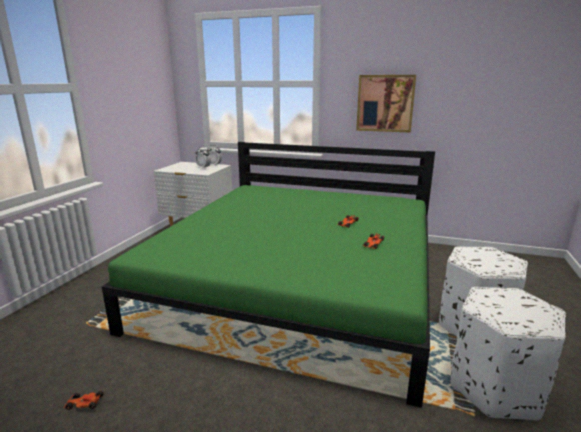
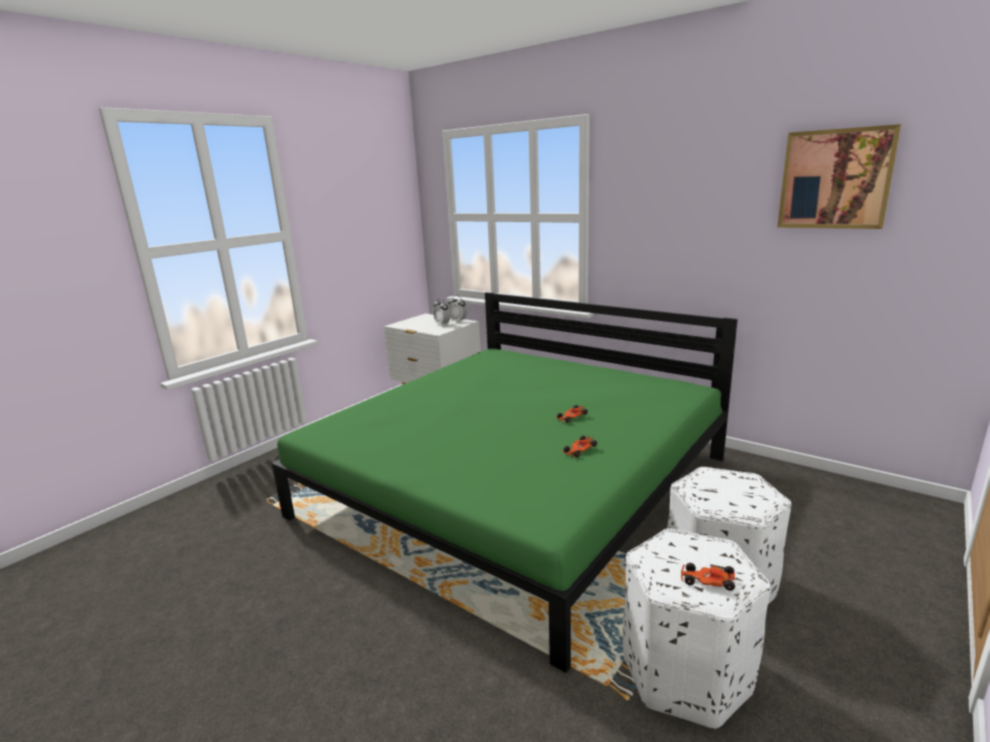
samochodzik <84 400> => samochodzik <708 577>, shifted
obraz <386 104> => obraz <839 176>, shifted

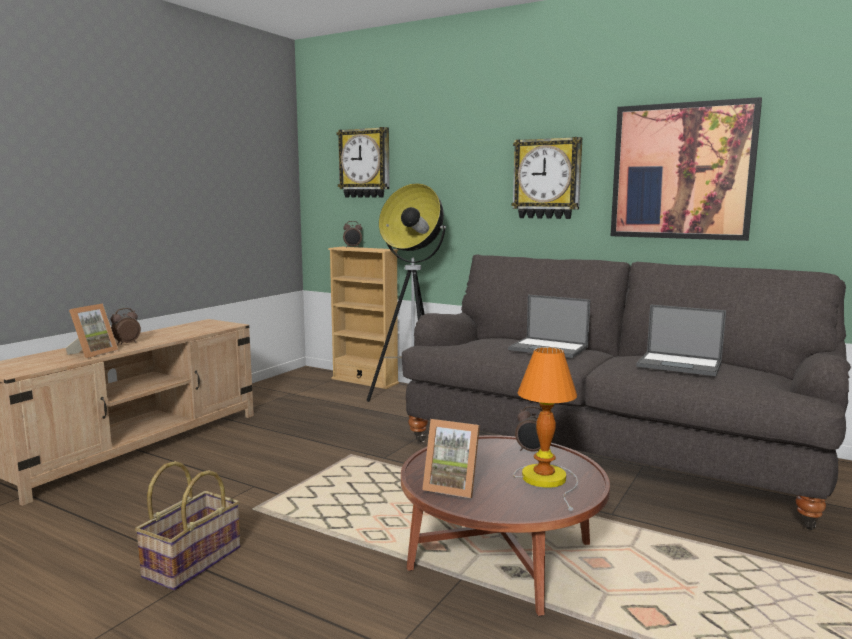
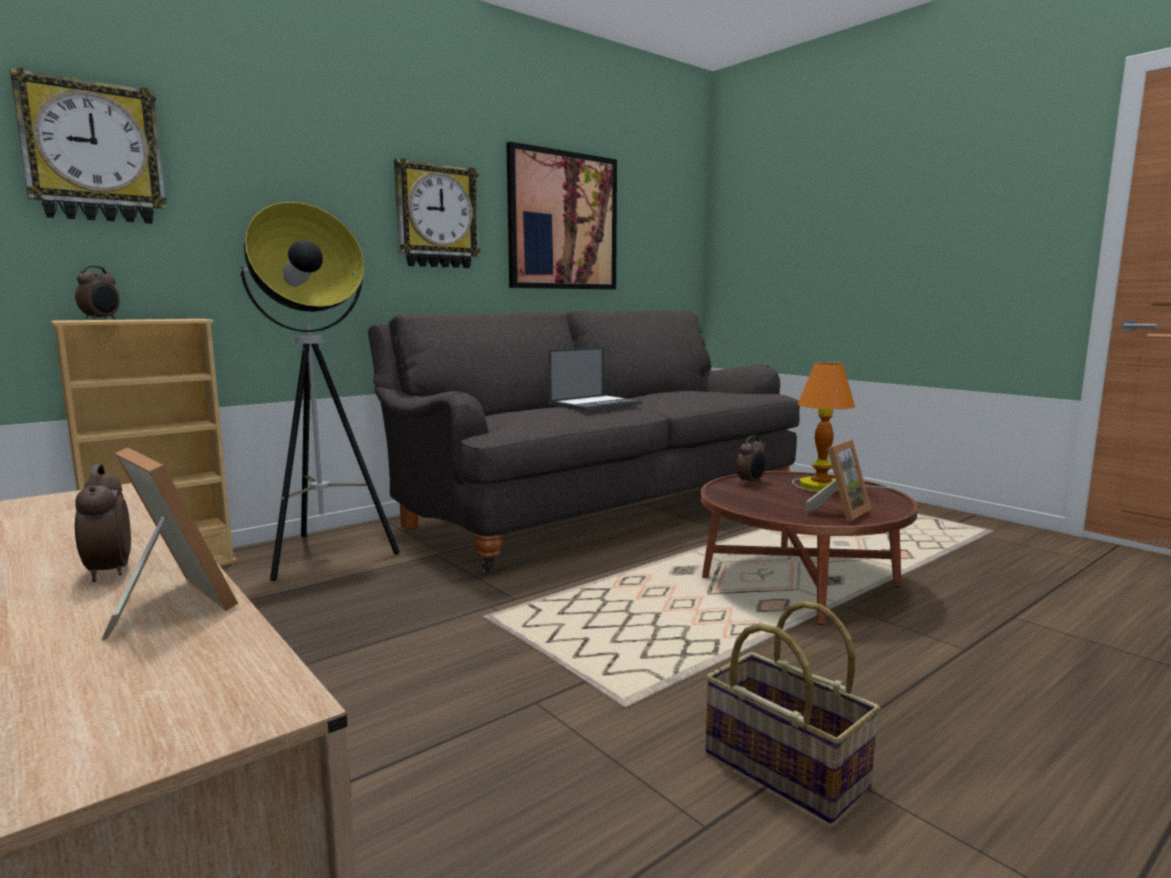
laptop <681 340> => nothing

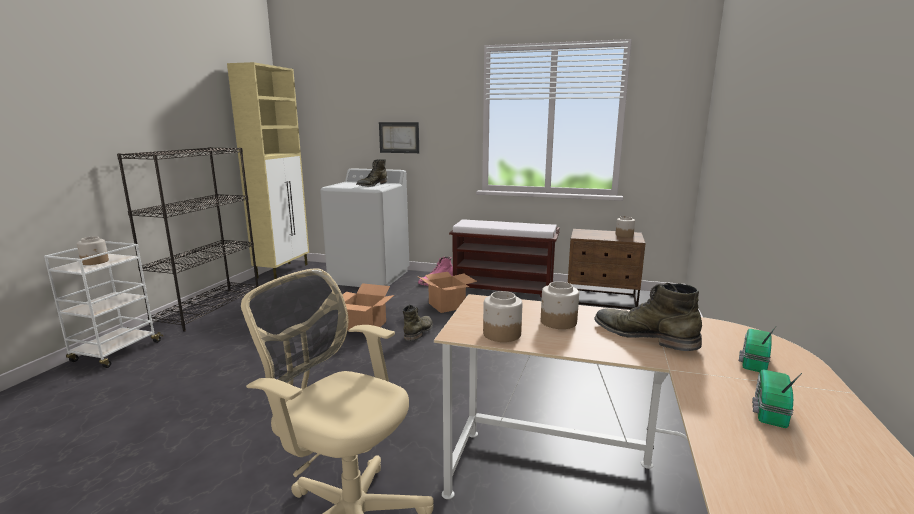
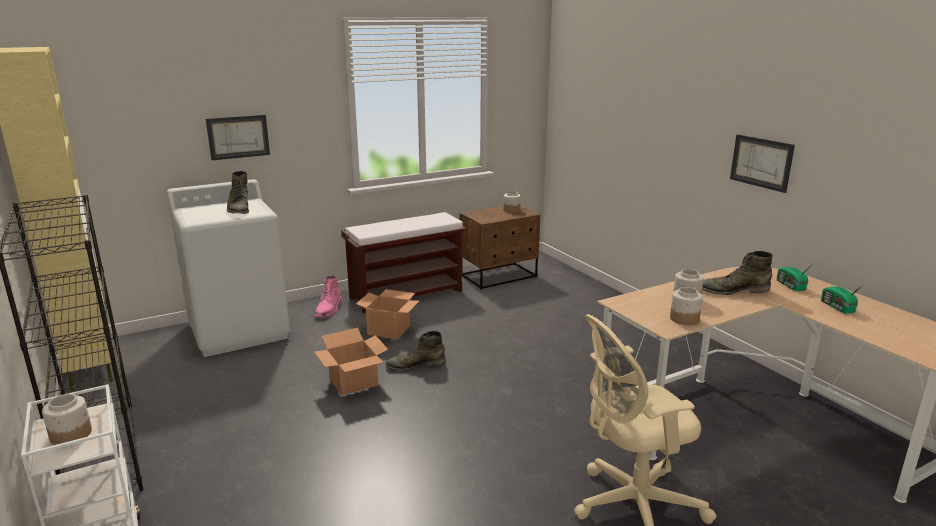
nothing => obraz <762 163>
but z cholewką [zielony] <418 323> => but z cholewką [zielony] <415 351>, 75 degrees counterclockwise

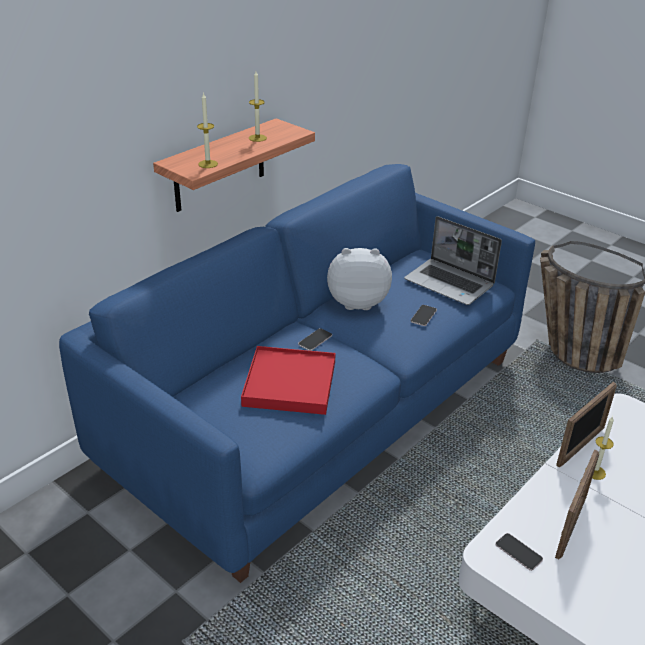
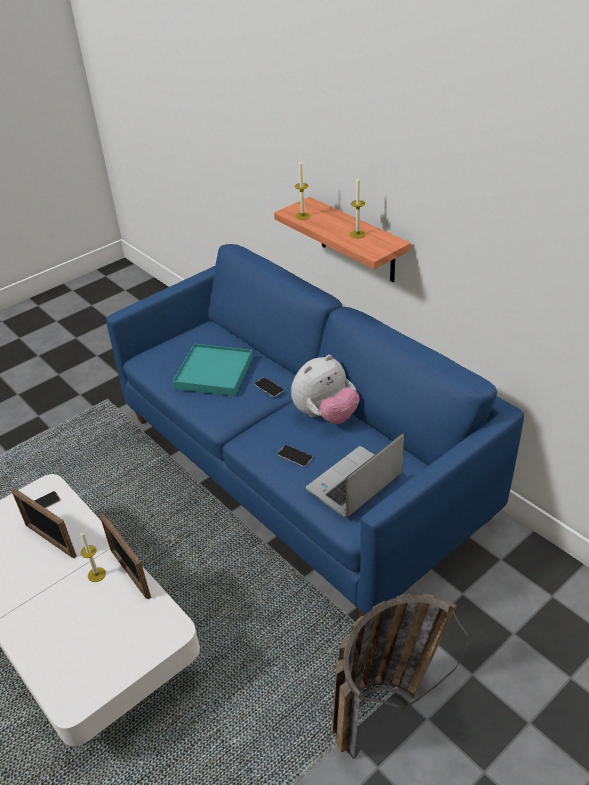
taca [czerwony] <288 380> => taca [turkusowy] <213 370>
pluszak <359 279> => pluszak <325 389>, 45 degrees clockwise

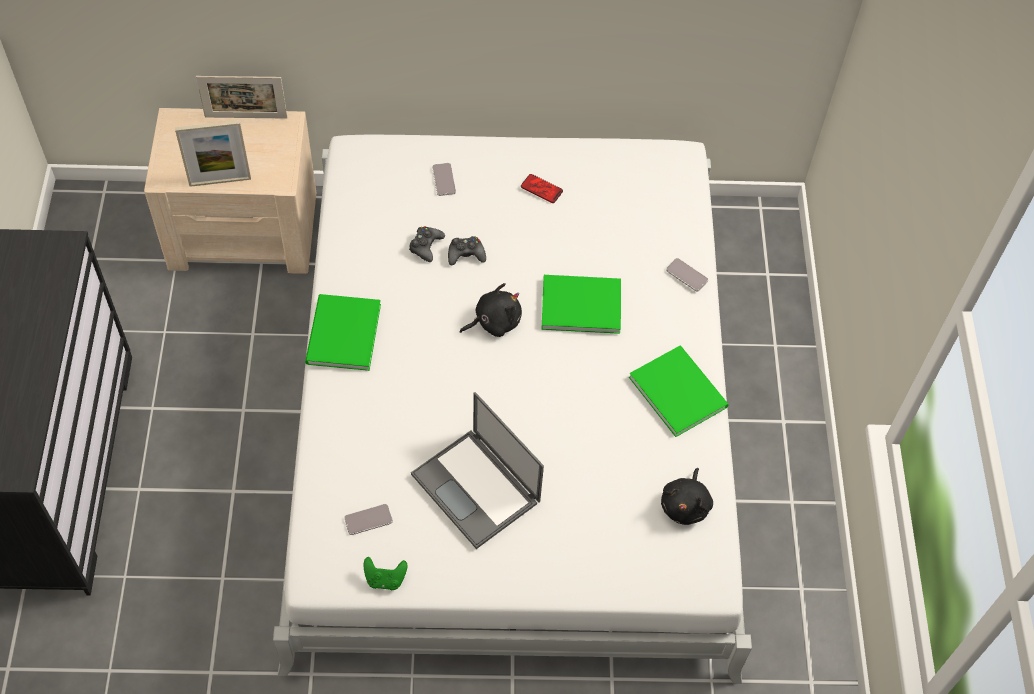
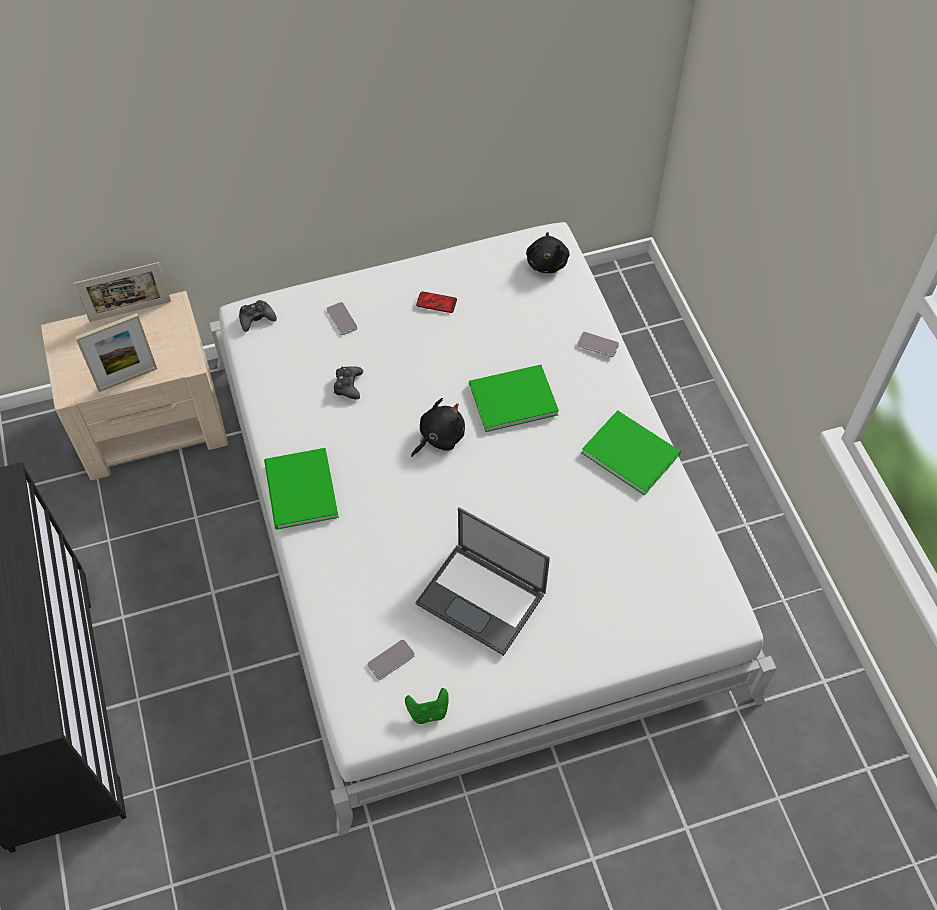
pad do gier [czarny] <467 250> => pad do gier [czarny] <258 316>, shifted
pluszak [czarny] <687 496> => pluszak [czarny] <548 252>, shifted

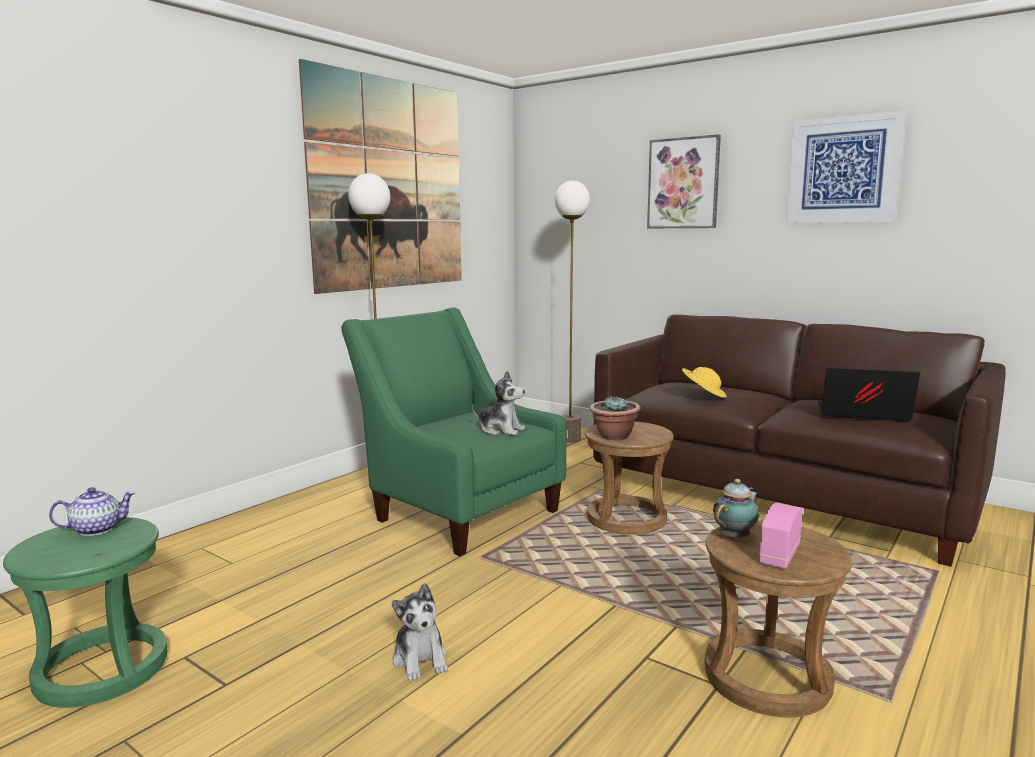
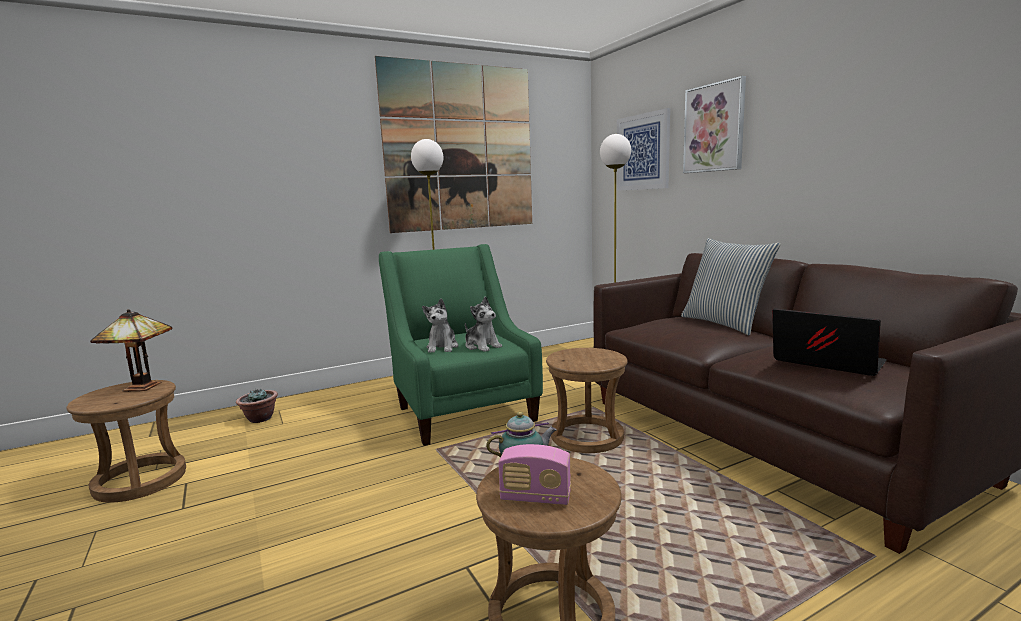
kapelusz [żółty] <704 382> => nothing
nothing => poduszka <731 287>
pluszak <420 632> => pluszak <440 326>, shifted
roślina doniczkowa <615 418> => roślina doniczkowa <257 405>, shifted
obraz <846 167> => obraz <643 149>, shifted
imbryk <92 511> => lampa stołowa <131 350>
stołek [zielony] <85 612> => stołek [brązowy] <126 441>
radio <781 536> => radio <534 474>, 135 degrees counterclockwise

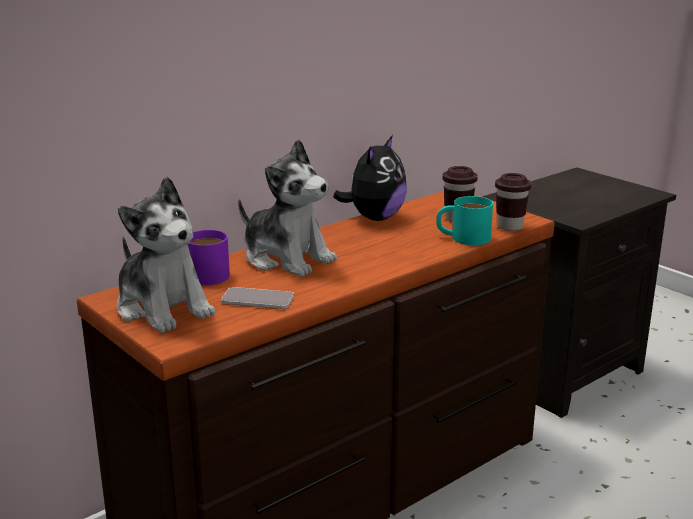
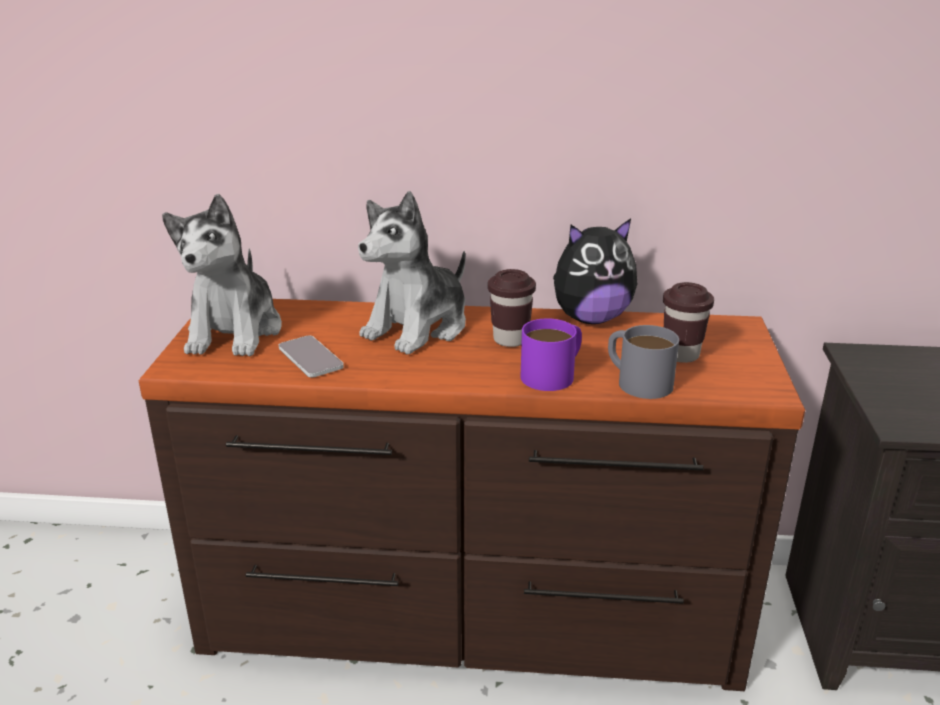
kubek [fioletowy] <208 257> => kubek [fioletowy] <551 354>, shifted
filiżanka [brązowy] <513 202> => filiżanka [brązowy] <512 308>, shifted
kubek [turkusowy] <464 220> => kubek [szary] <643 362>
pluszak <287 208> => pluszak <412 273>, 45 degrees clockwise

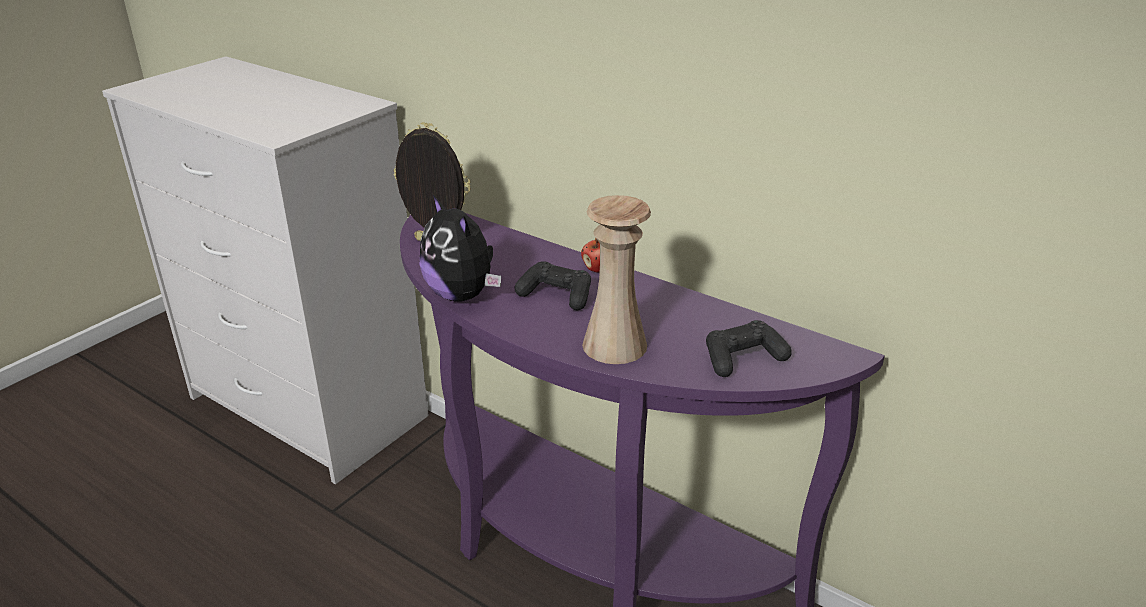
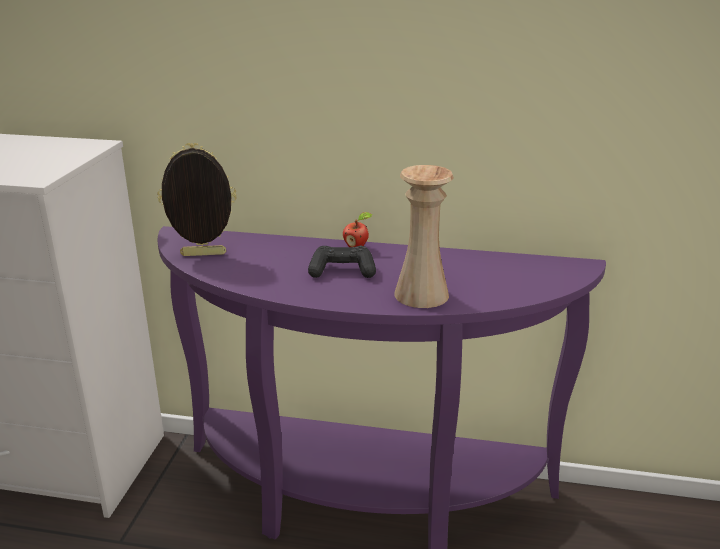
pluszak <460 248> => nothing
pad do gier [czarny] <749 348> => nothing

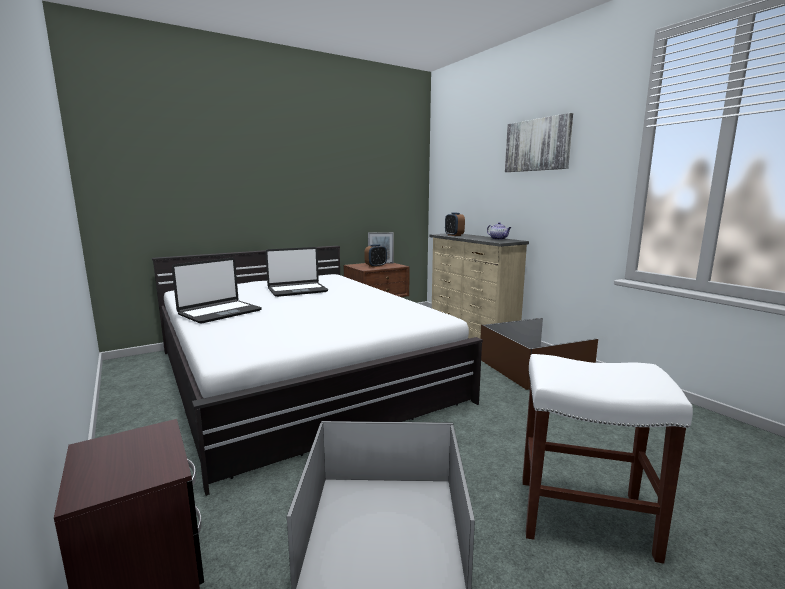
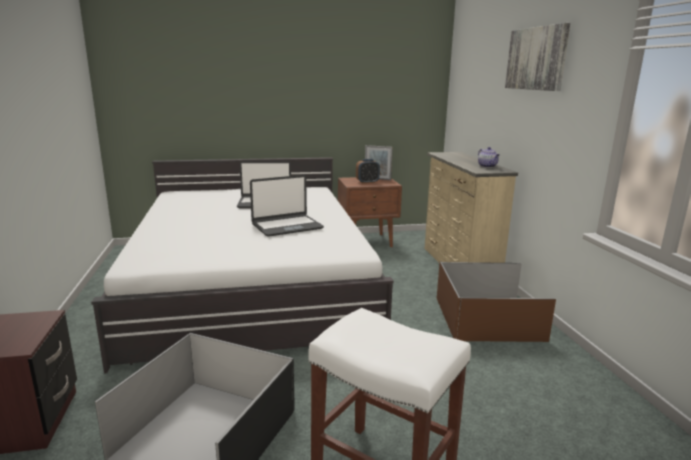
budzik <455 224> => nothing
laptop <217 291> => laptop <287 206>, shifted

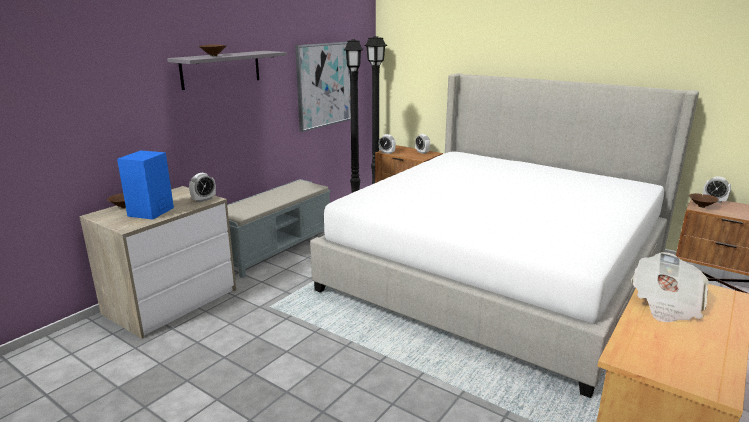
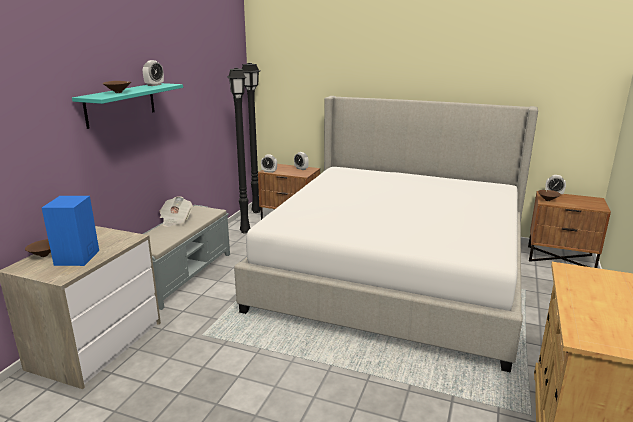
obraz <323 87> => nothing
budzik <202 187> => budzik <153 73>, shifted
gazeta <670 287> => gazeta <176 211>, shifted
półka [szary] <227 70> => półka [turkusowy] <127 106>

